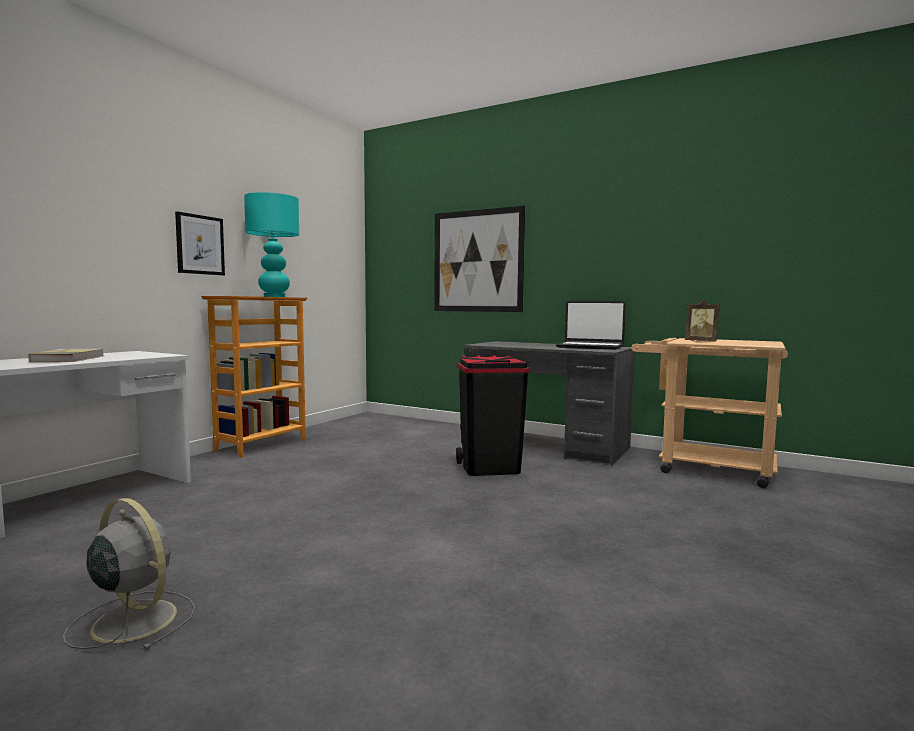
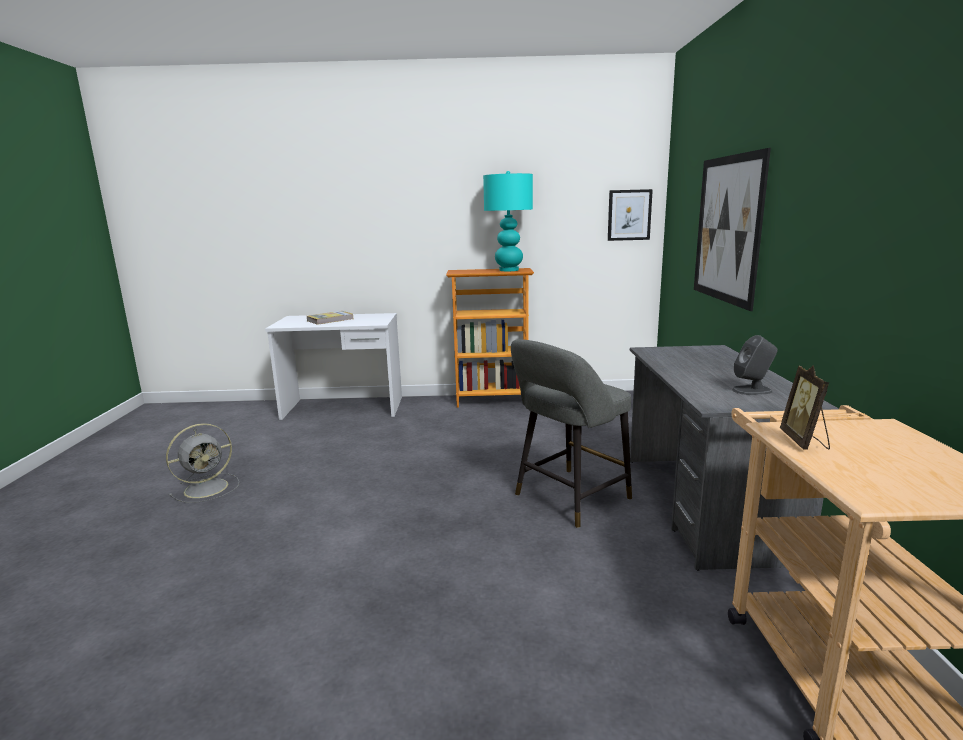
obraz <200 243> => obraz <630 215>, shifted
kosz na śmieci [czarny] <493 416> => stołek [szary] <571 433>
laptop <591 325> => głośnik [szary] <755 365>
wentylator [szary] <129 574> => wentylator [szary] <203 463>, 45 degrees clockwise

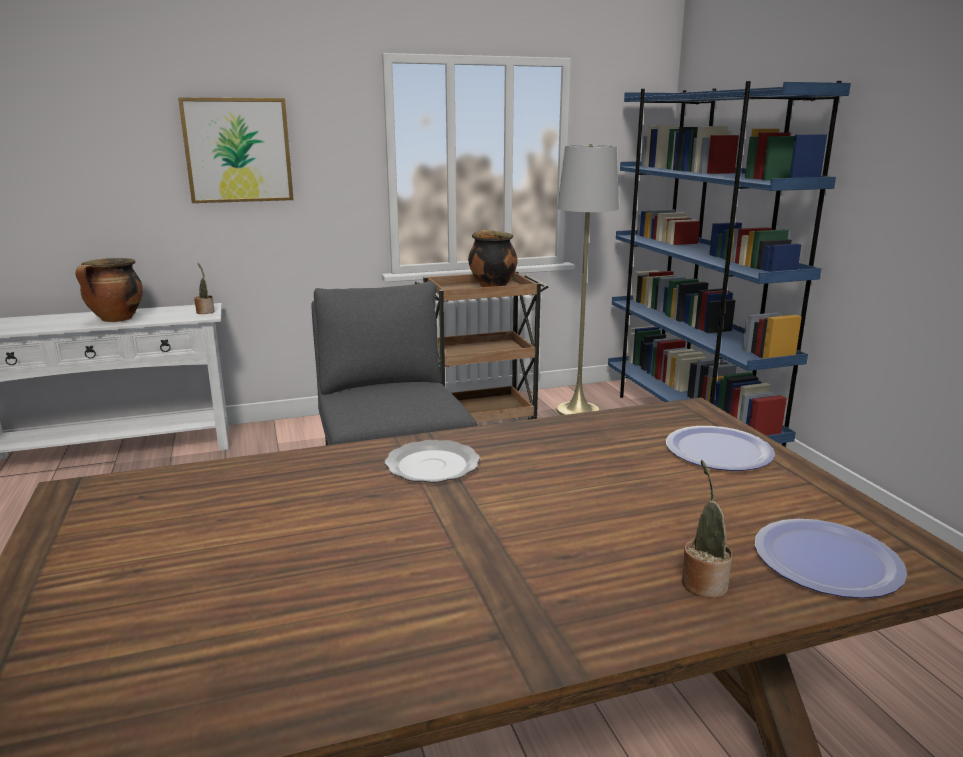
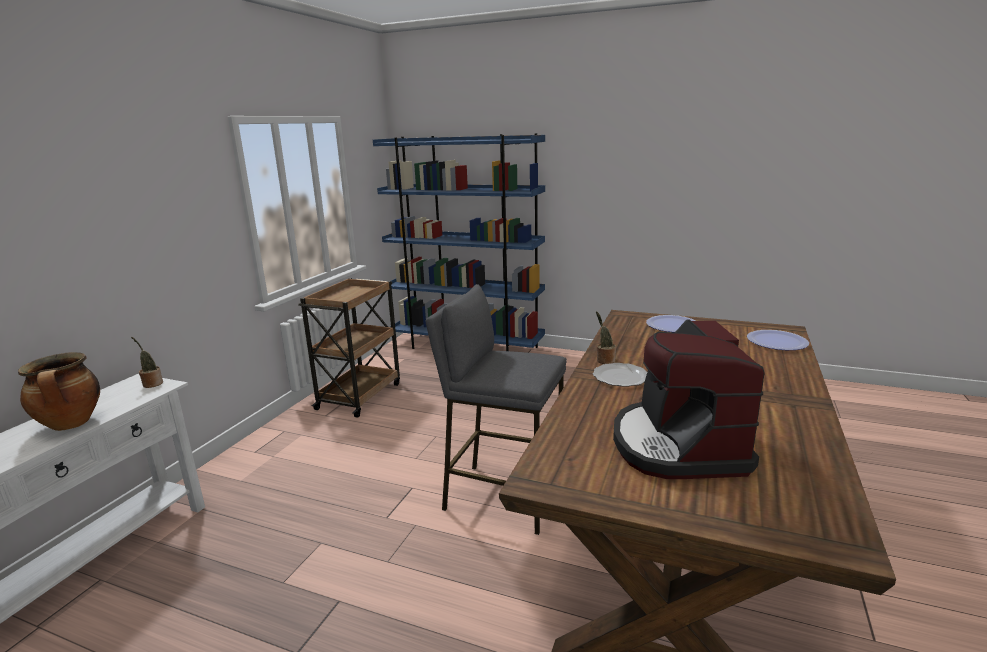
obraz <236 150> => nothing
garnek <493 258> => nothing
lampa stojąca [szary] <588 279> => nothing
nothing => ekspres do kawy <689 399>
roślina doniczkowa <707 529> => roślina doniczkowa <606 337>, shifted

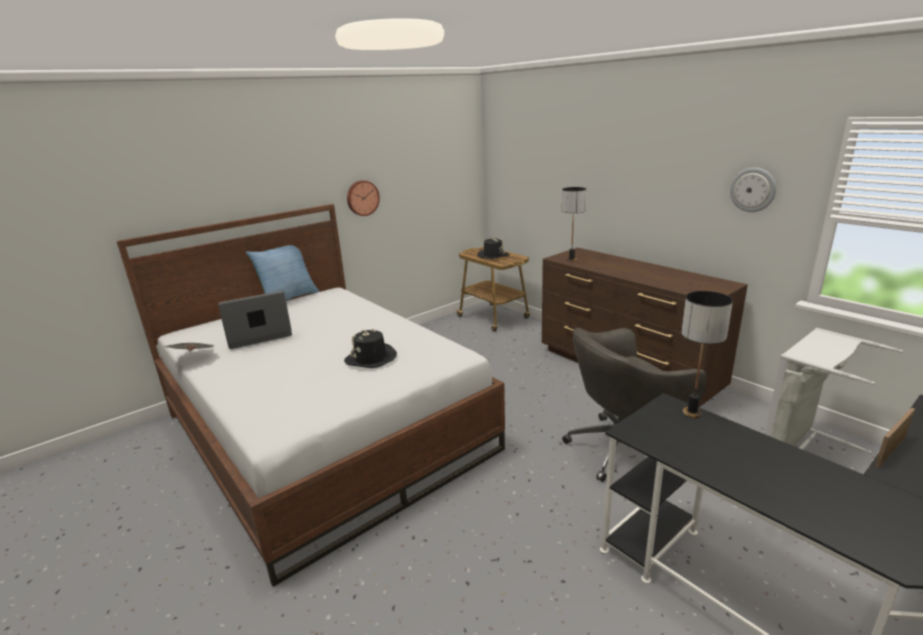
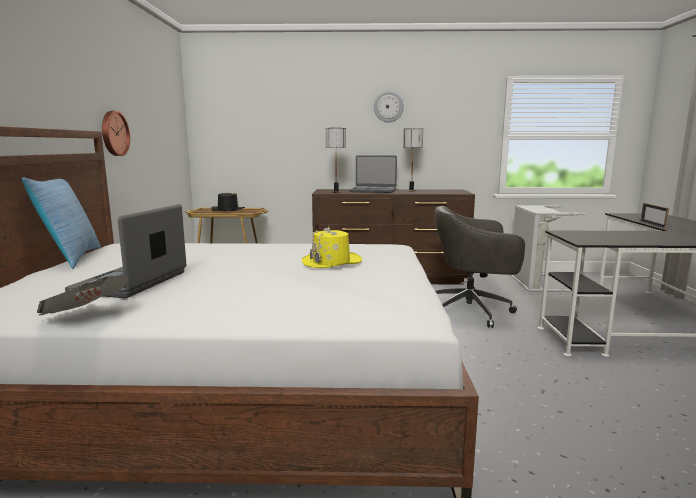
nothing => laptop <373 174>
lampa stołowa <707 354> => lampa stołowa <413 159>, shifted
zegar ścienny <753 190> => zegar ścienny <389 106>, shifted
kapelusz [czarny] <370 348> => kapelusz [żółty] <332 247>
krzesło biurowe [szary] <634 405> => krzesło biurowe [szary] <479 267>, 75 degrees clockwise

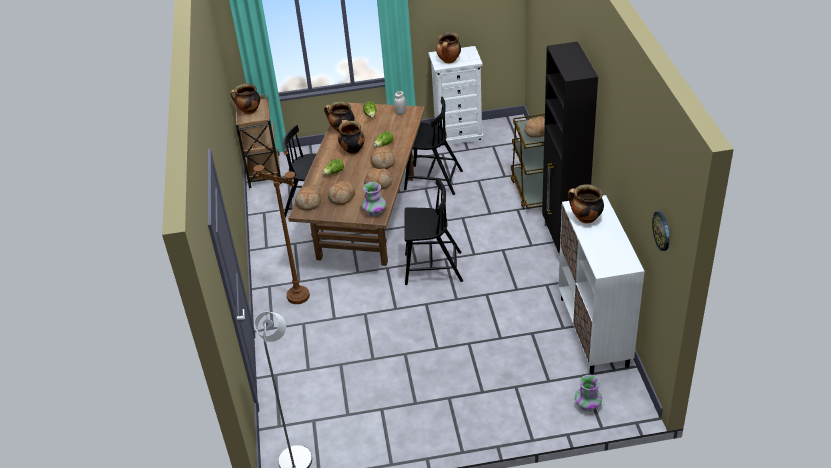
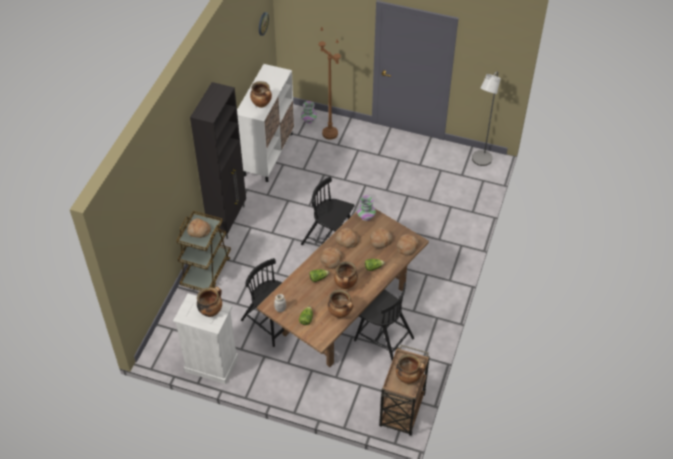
lampa stojąca [brązowy] <281 223> => lampa stojąca [brązowy] <329 83>, shifted

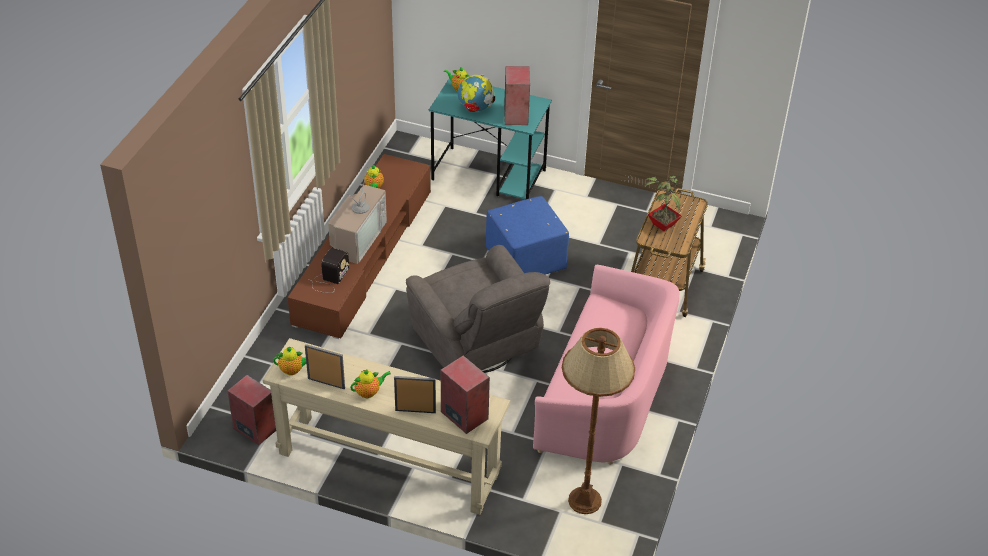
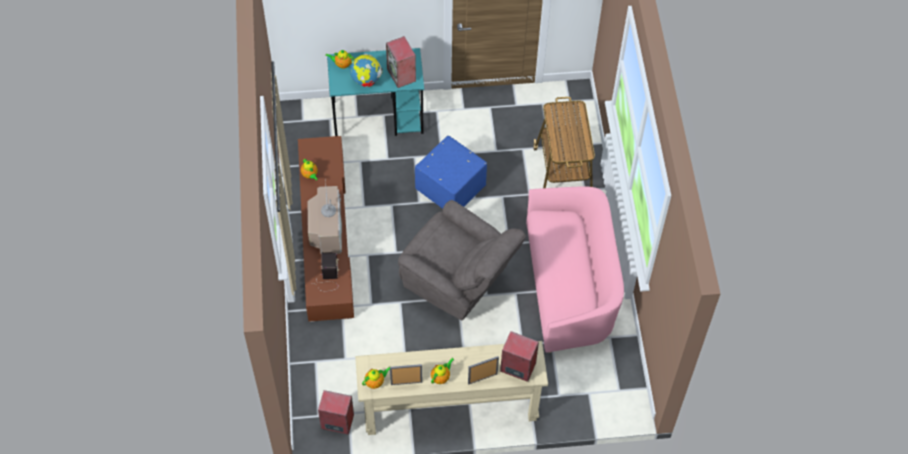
lampa stojąca [brązowy] <598 421> => nothing
roślina doniczkowa <664 201> => nothing

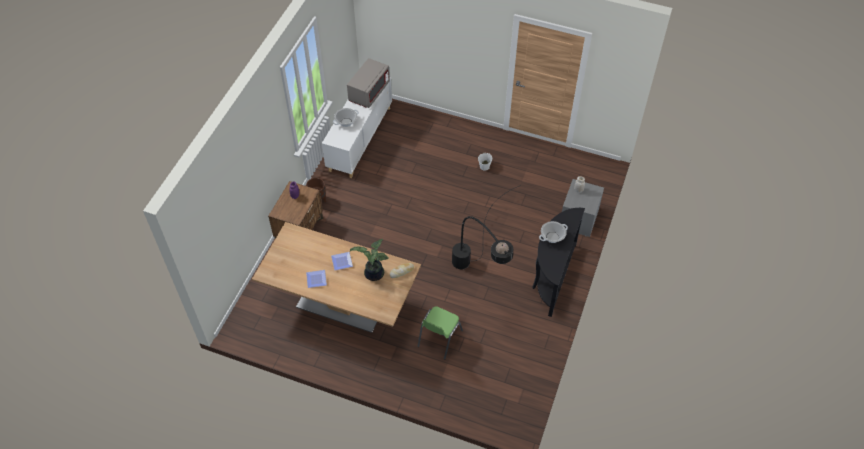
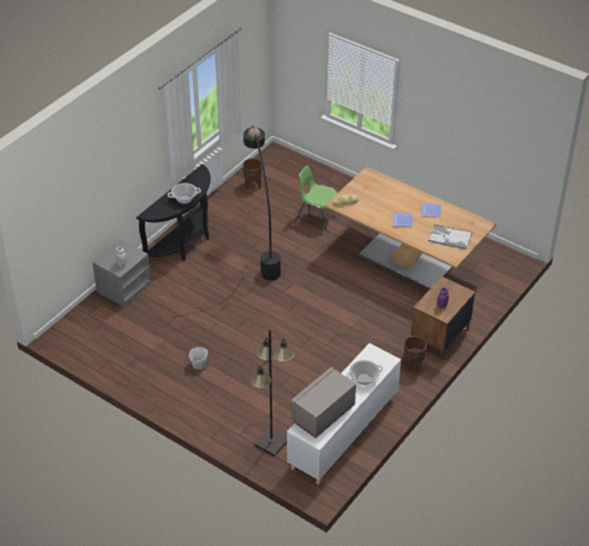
roślina doniczkowa <369 259> => nothing
nothing => donica [brązowy] <252 173>
nothing => lampa stojąca [czarny] <272 393>
nothing => taca <450 237>
krzesło [zielony] <440 332> => krzesło [zielony] <316 199>, 105 degrees counterclockwise

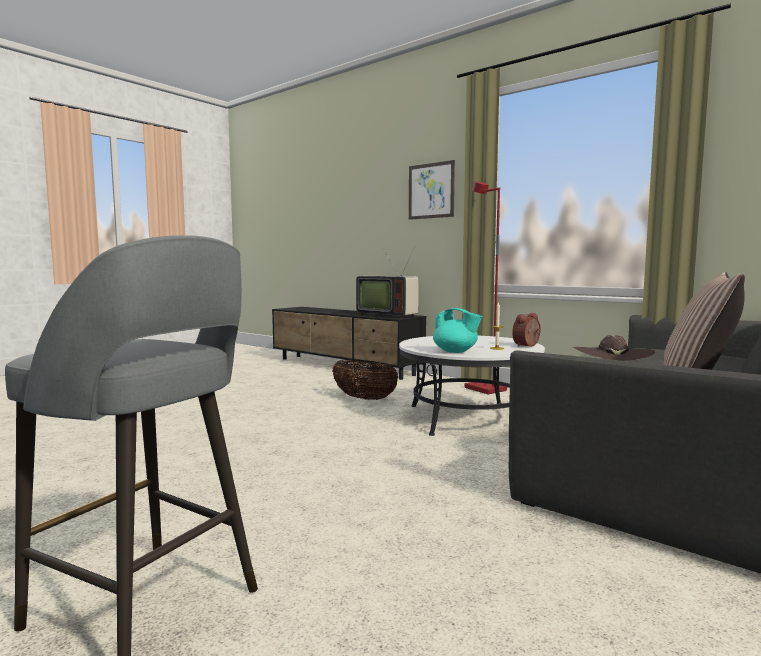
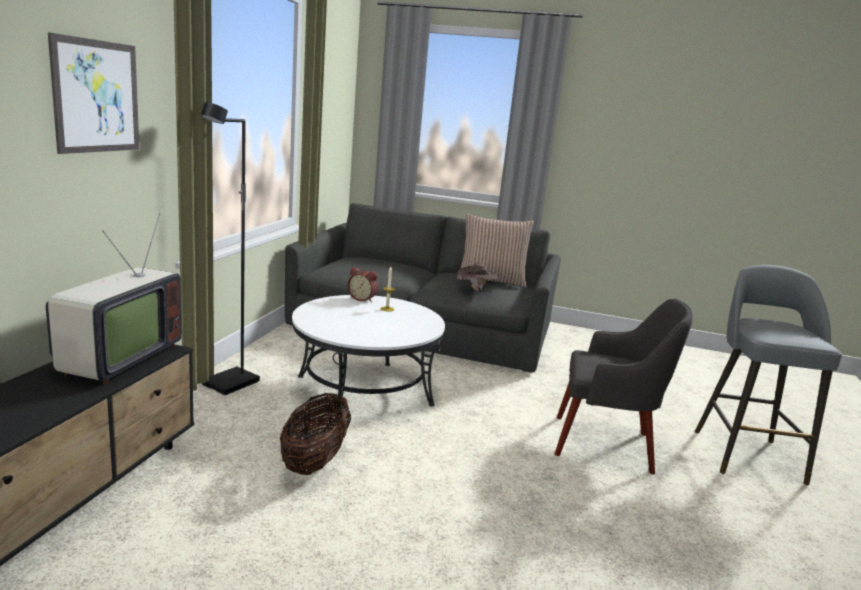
imbryk [turkusowy] <458 330> => nothing
nothing => fotel [szary] <624 387>
lampa stojąca [czerwony] <485 287> => lampa stojąca [czarny] <230 248>

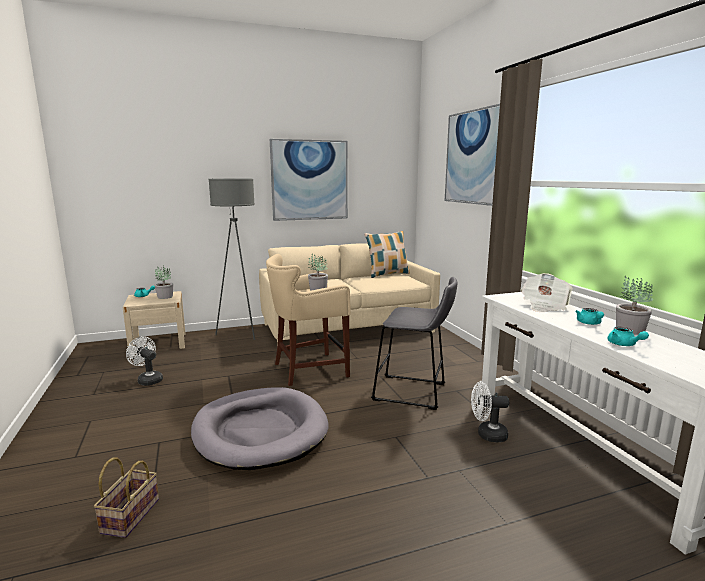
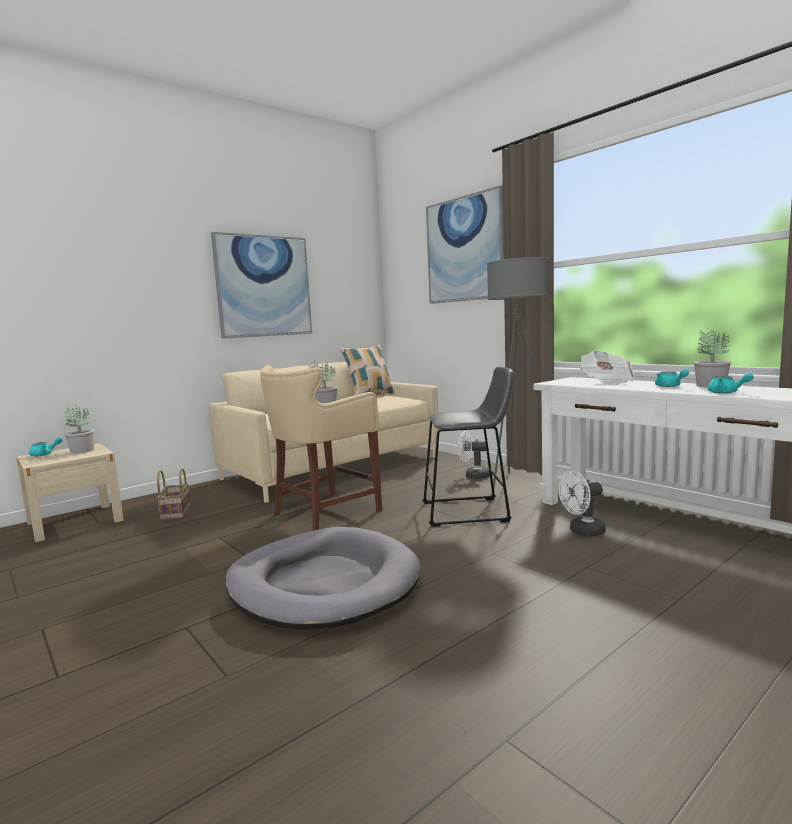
koszyk <126 498> => koszyk <173 494>, shifted
wentylator [biały] <144 361> => wentylator [biały] <474 455>, shifted
lampa stojąca [szary] <231 259> => lampa stojąca [szary] <518 373>, shifted

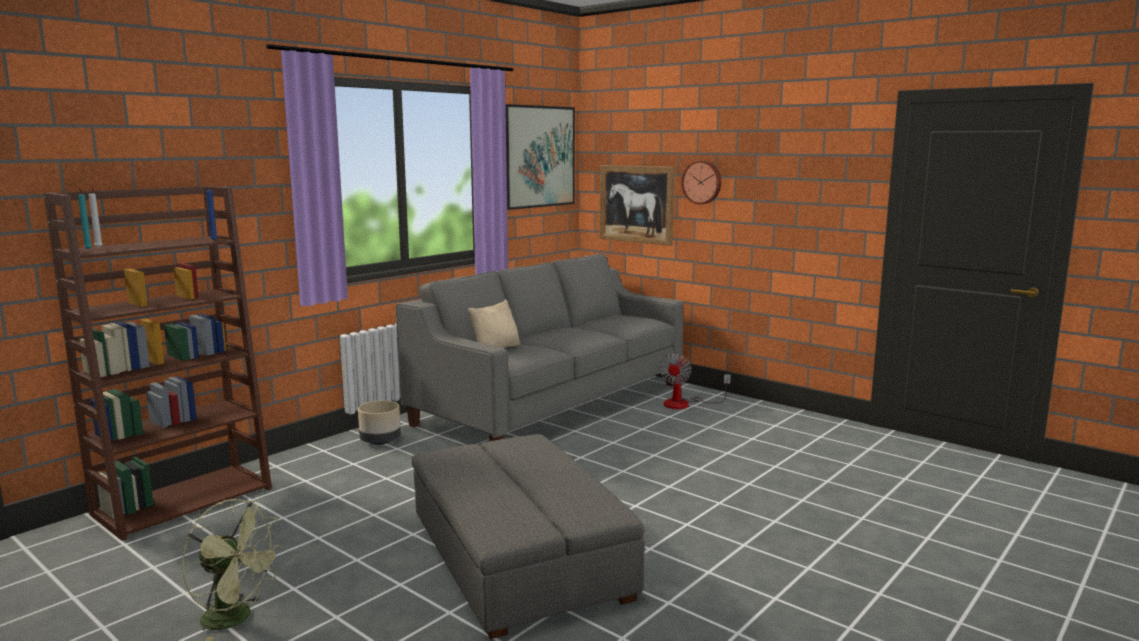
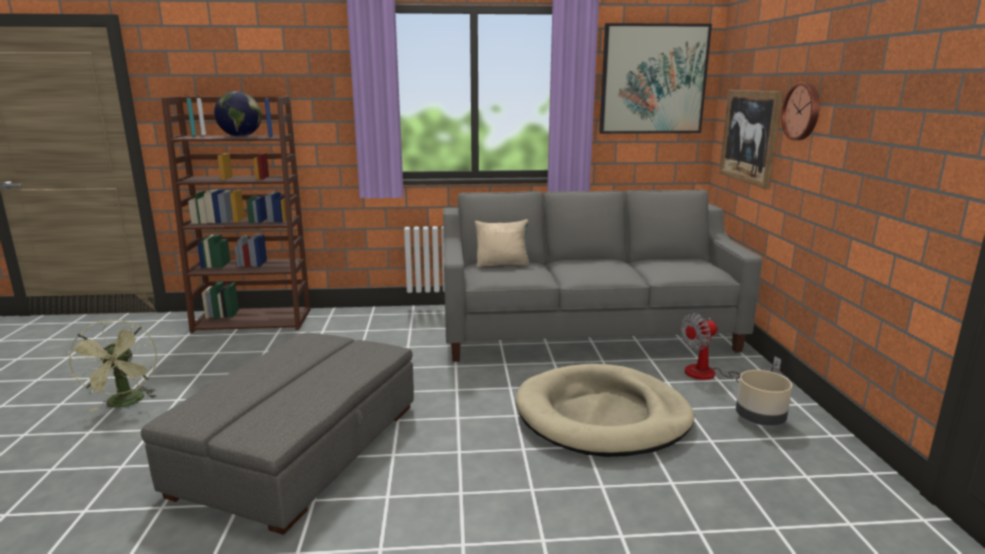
nothing => globus <238 114>
nothing => legowisko [beżowy] <604 410>
donica [beżowy] <379 422> => donica [beżowy] <764 398>, shifted

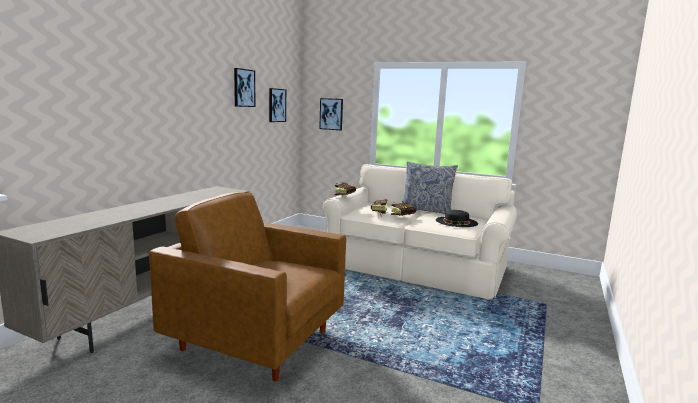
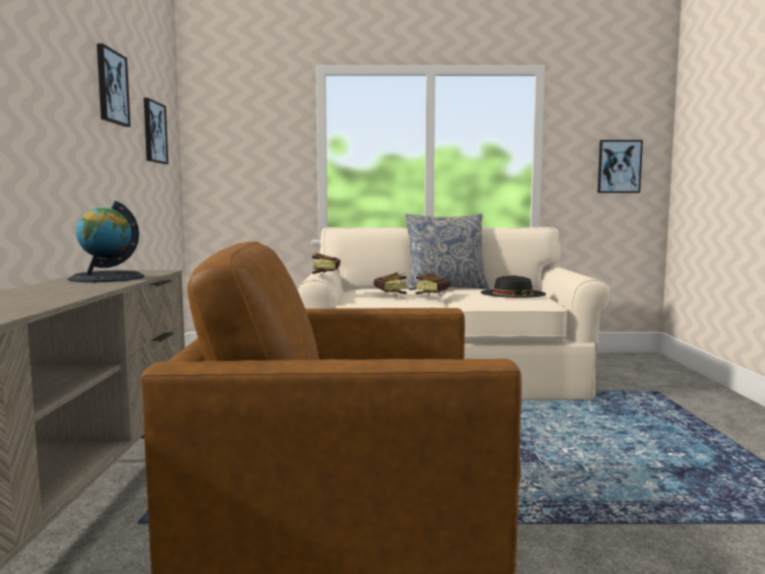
nothing => globus <106 242>
obraz <331 114> => obraz <620 166>, shifted

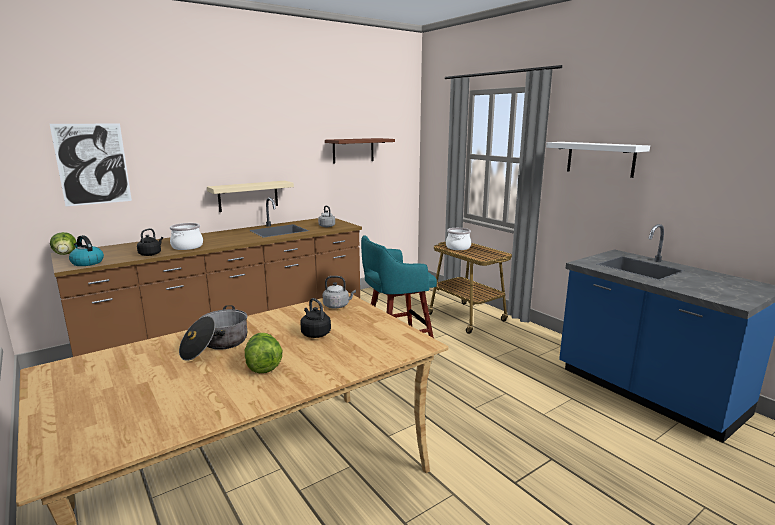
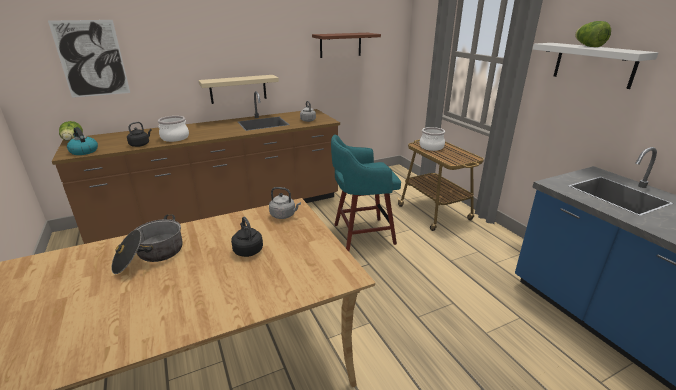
sałata <263 353> => sałata <593 34>, shifted

